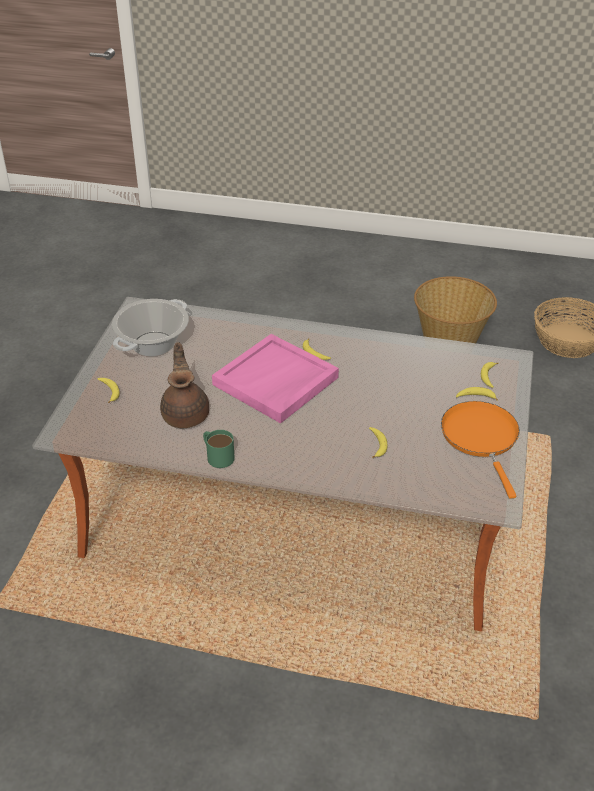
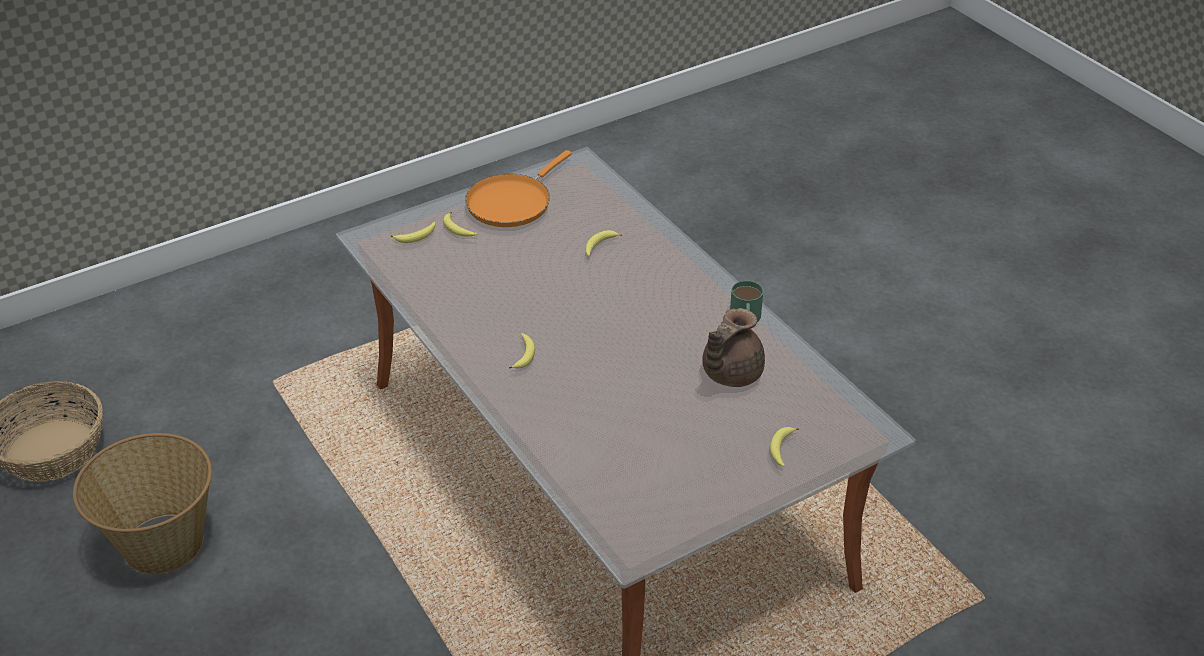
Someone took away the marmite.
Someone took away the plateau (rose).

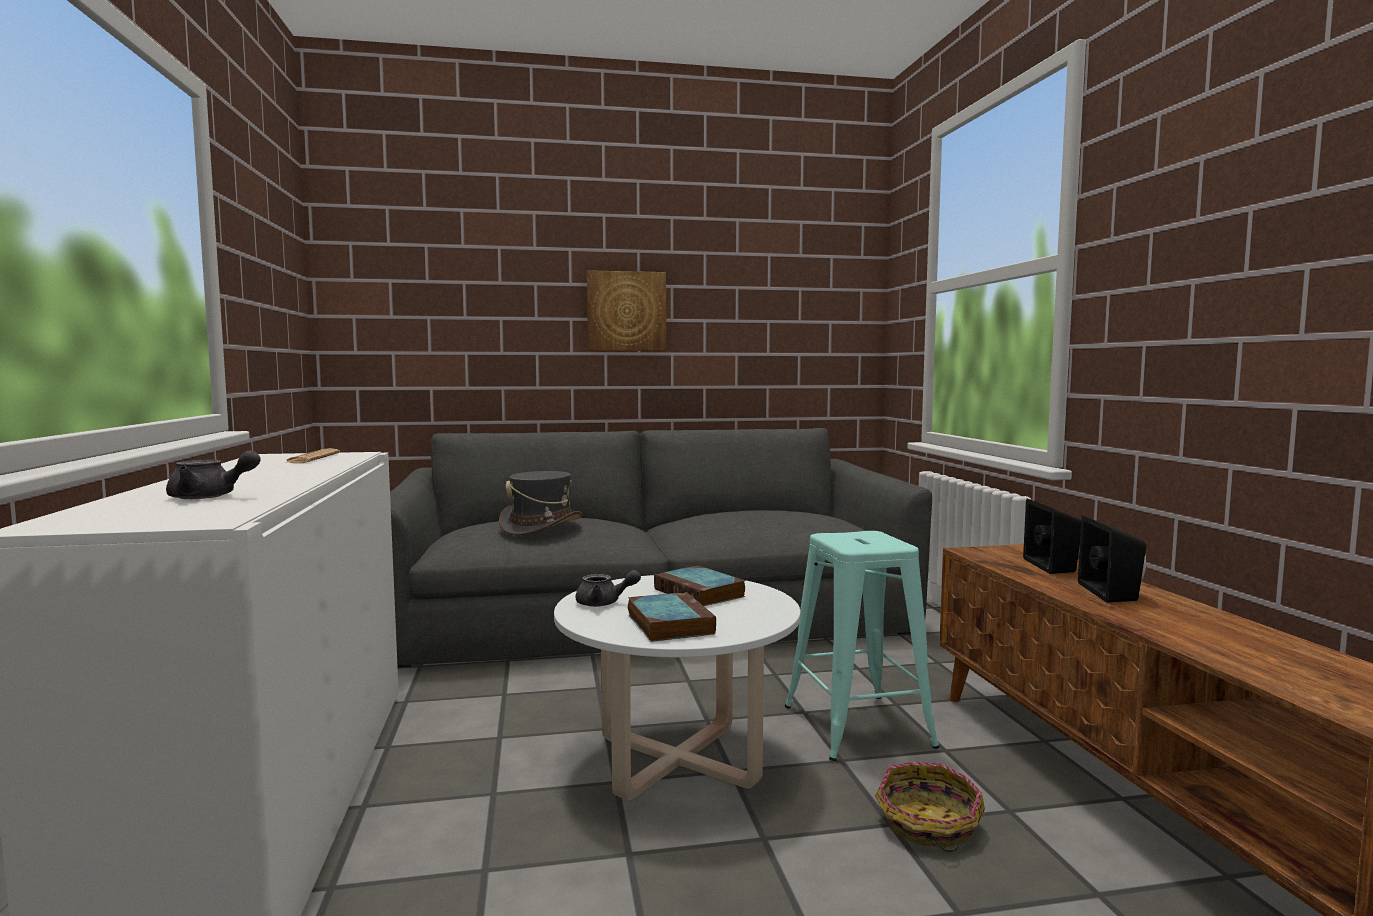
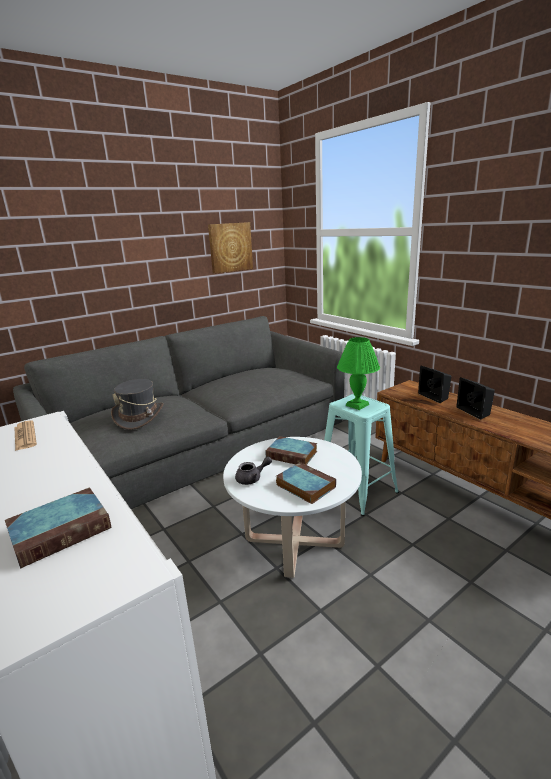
Someone took away the panier.
Someone put down the lampe de table (vert).
Someone carried the tableau.
Someone swapped the théière (gris) (no. 1 from left) for the livre (no. 1 from left).

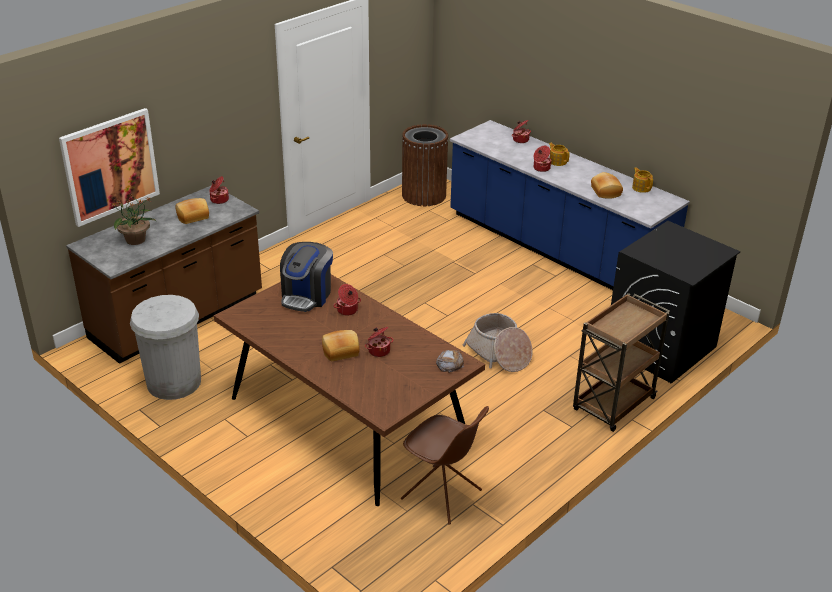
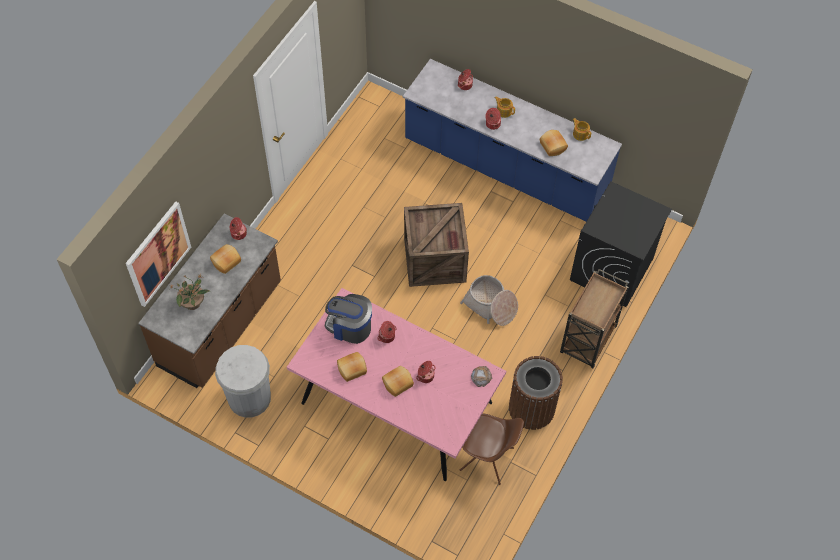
Someone put down the pain (no. 2 from left).
Someone put down the caisse.
Someone carried the poubelle (marron).
Someone repainted the table à manger (marron), which became the table à manger (rose).
Someone rotated the machine à café by 105 degrees clockwise.

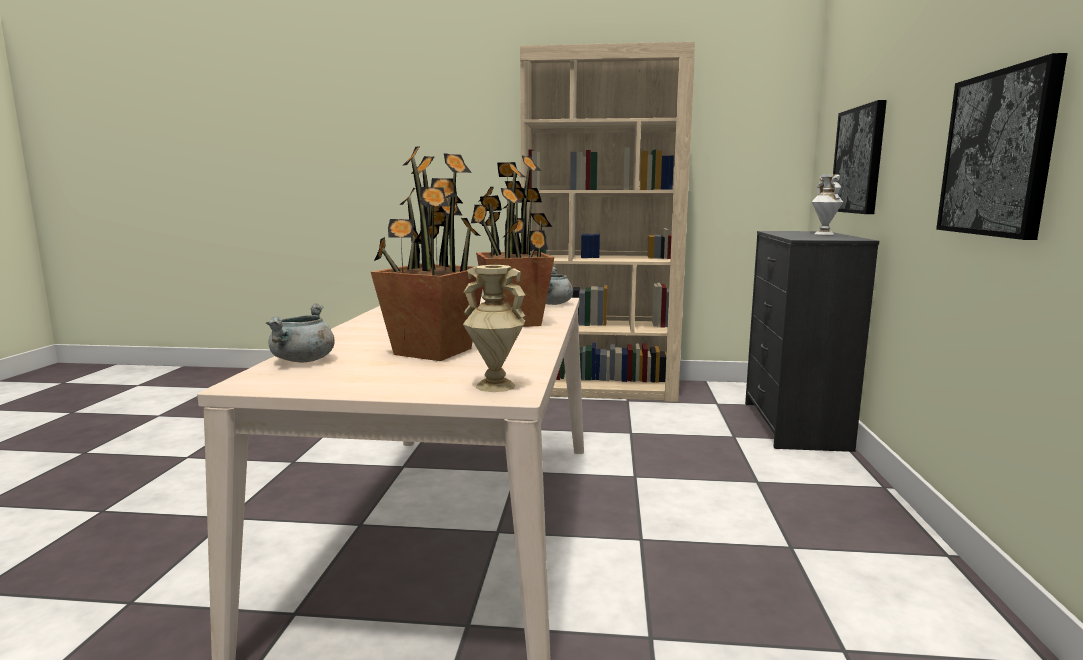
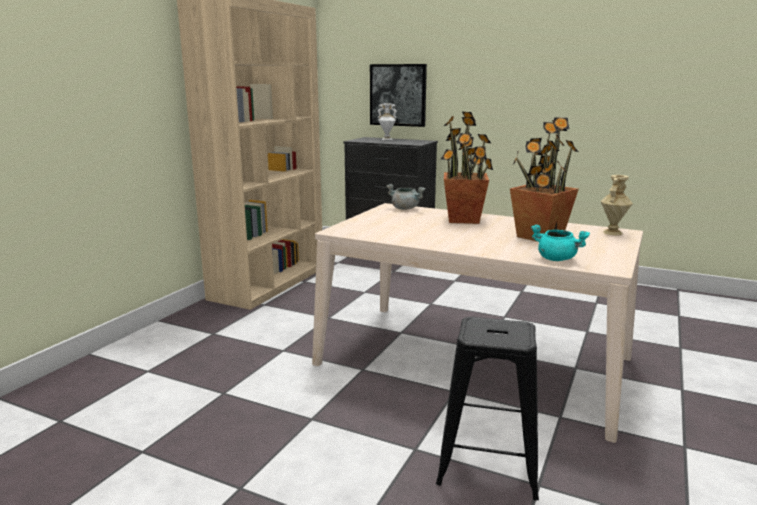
Someone took away the tableau (no. 2 from left).
Someone put down the tabouret (noir).
Someone repainted the marmite (gris) (no. 1 from left), which became the marmite (turquoise).

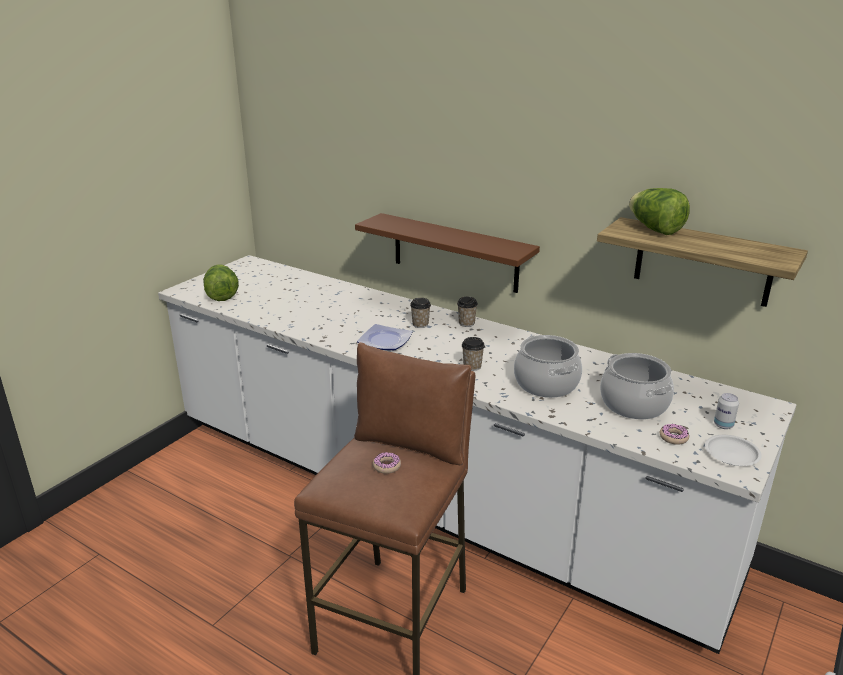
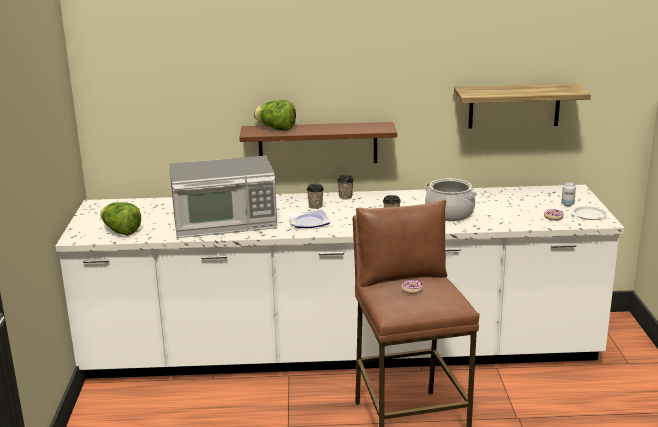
Someone took away the marmite (no. 2 from left).
Someone put down the micro-ondes.
Someone carried the laitue (no. 2 from left).

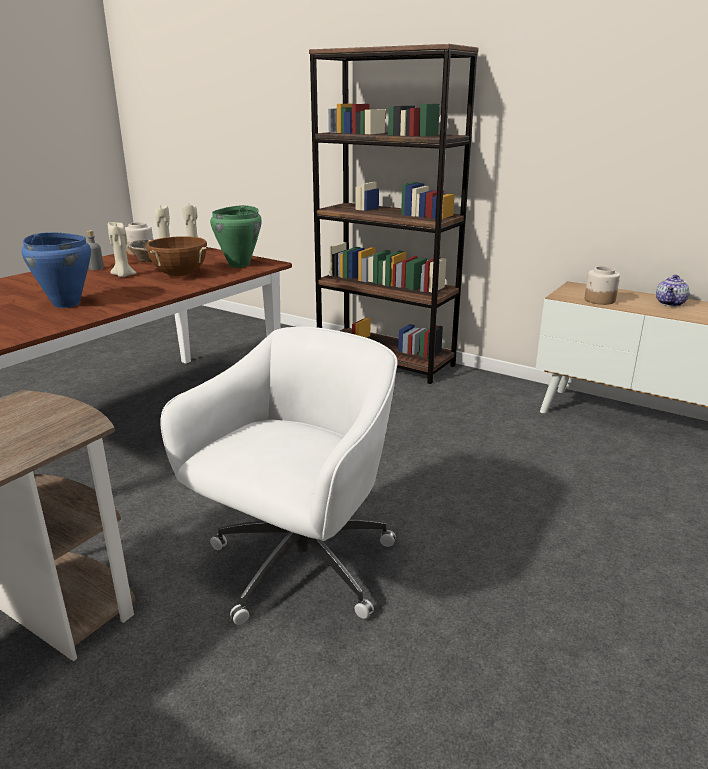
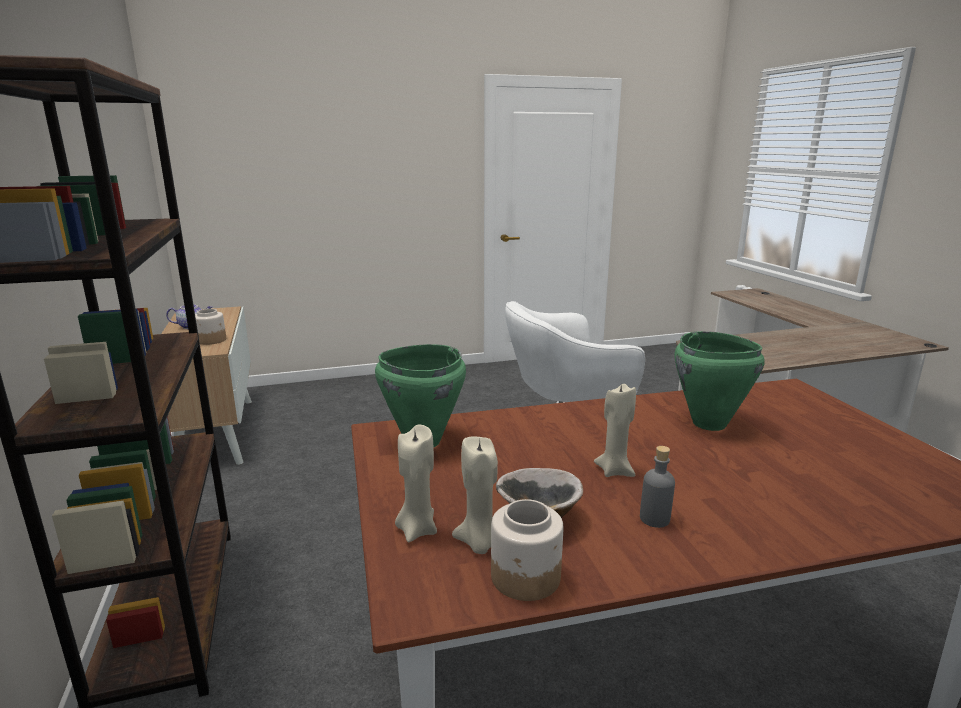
Someone took away the marmite (marron).
Someone repainted the marmite (bleu), which became the marmite (vert) (no. 2 from left).

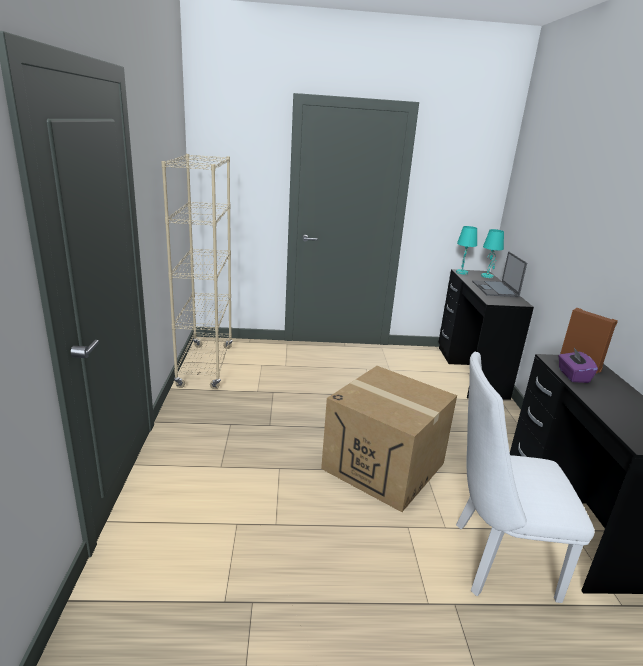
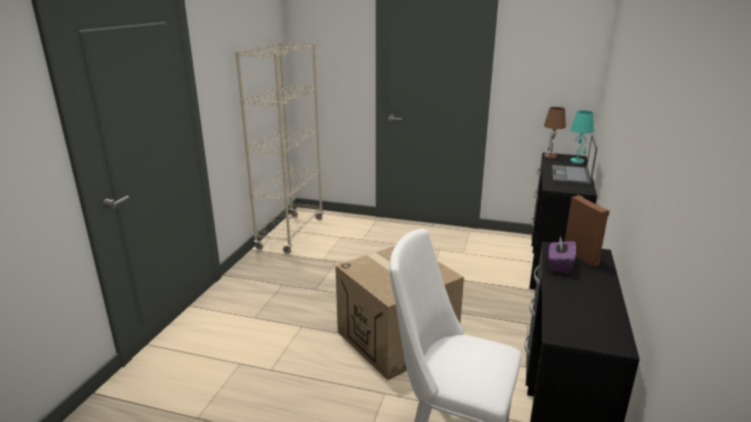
Someone repainted the lampe de table (turquoise) (no. 1 from left), which became the lampe de table (marron).

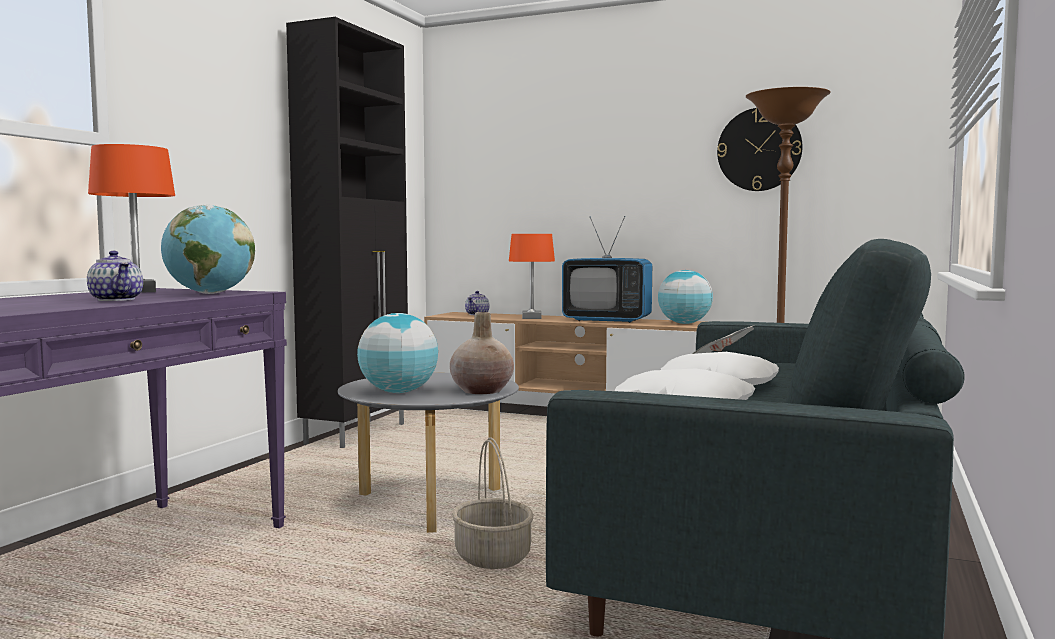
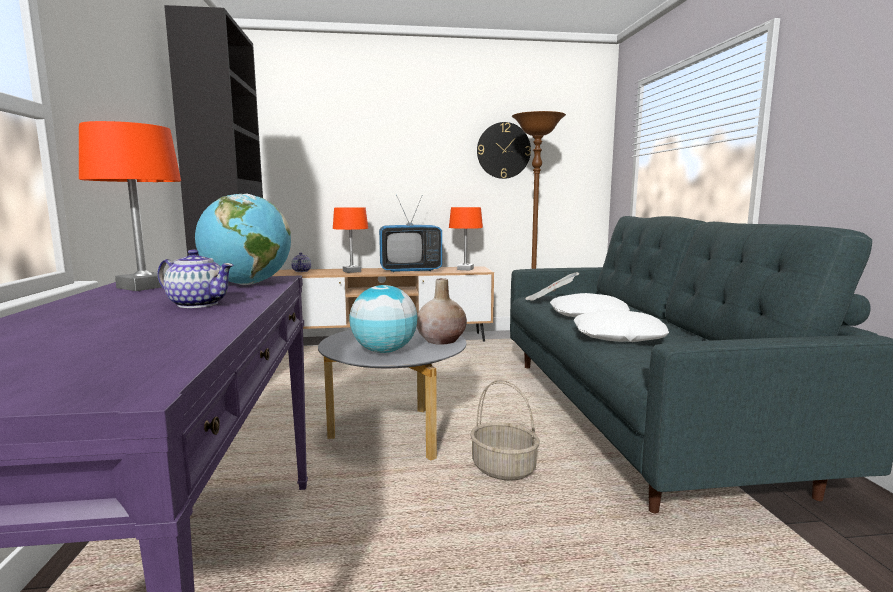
Someone swapped the globe (no. 3 from left) for the lampe de table (orange) (no. 3 from left).

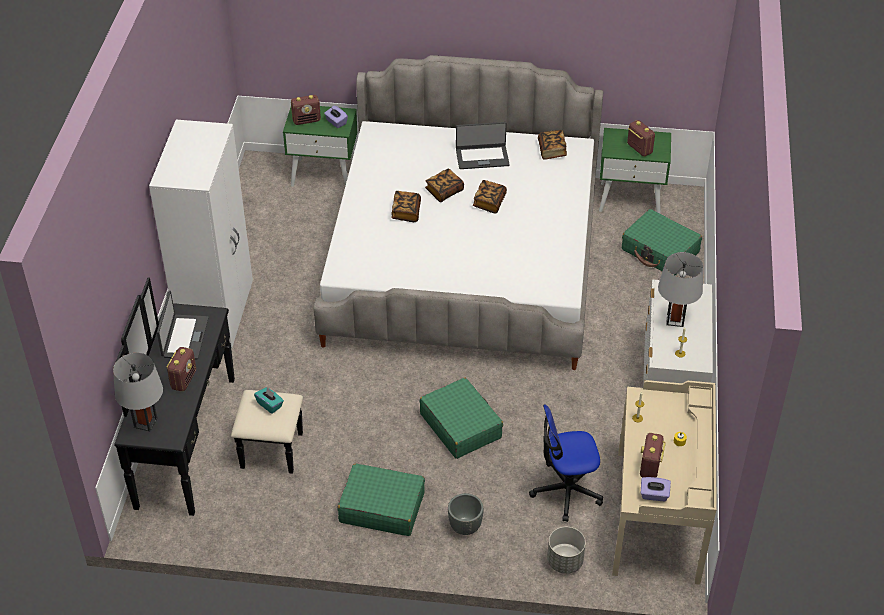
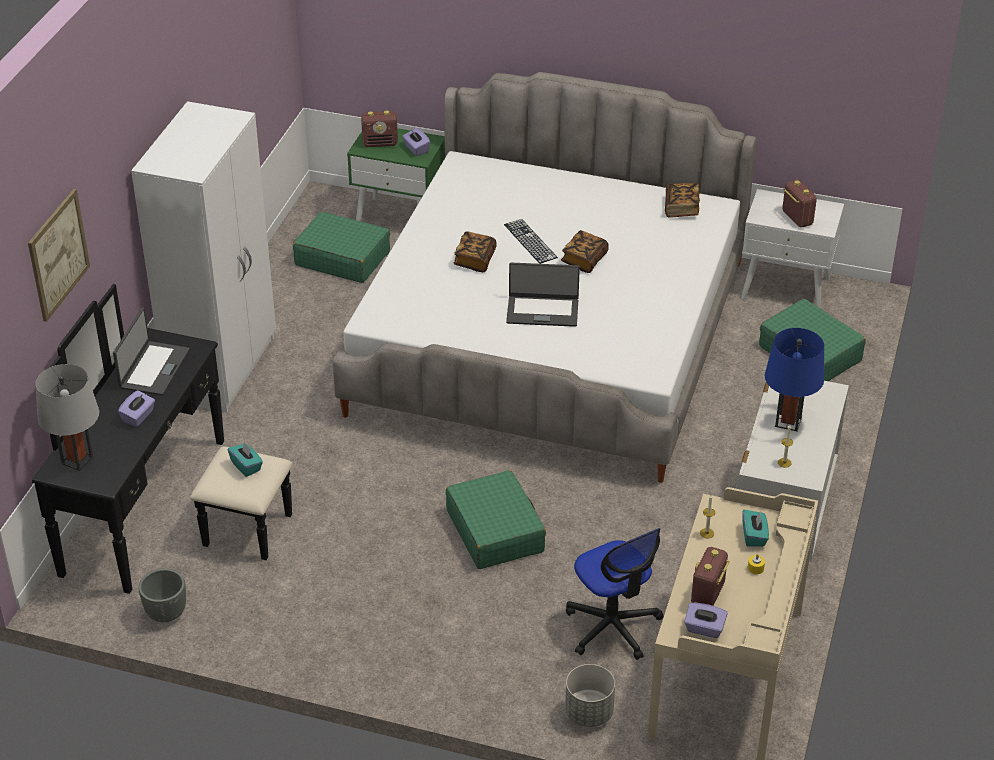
Someone put up the tableau.
Someone put down the boîte à mouchoirs (turquoise) (no. 2 from left).
Someone carried the valise (vert) (no. 1 from left).
Someone carried the cache-pot (gris) (no. 1 from left).
Someone carried the ordinateur portable (no. 2 from left).
Someone swapped the radio (no. 1 from left) for the boîte à mouchoirs (violet) (no. 1 from left).
Someone swapped the livre (no. 2 from left) for the clavier.
Someone repainted the table de chevet (vert) (no. 2 from left), which became the table de chevet (blanc).
Someone repainted the lampe de table (gris) (no. 2 from left), which became the lampe de table (bleu).
Someone rotated the chaise de bureau by 120 degrees counterclockwise.

